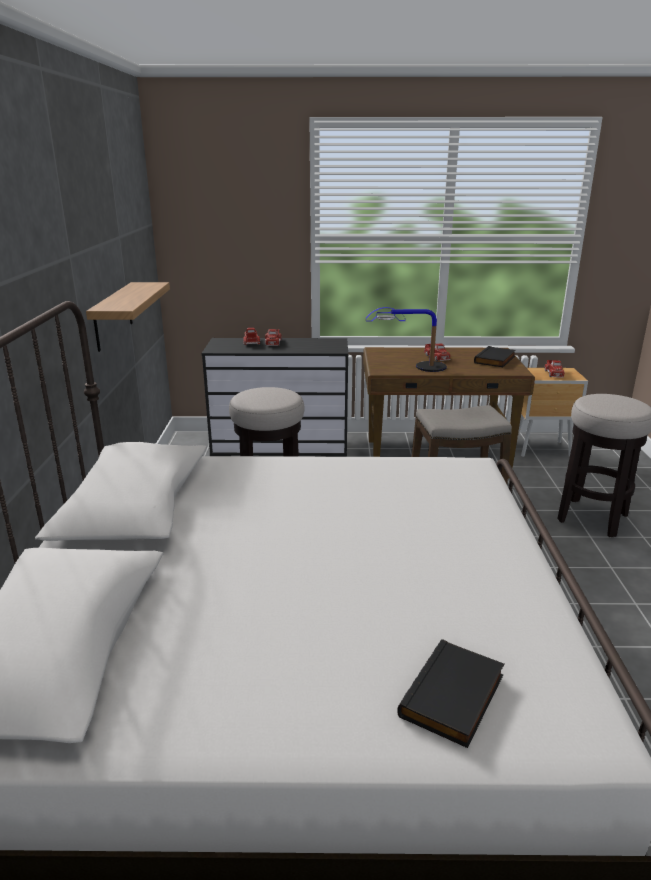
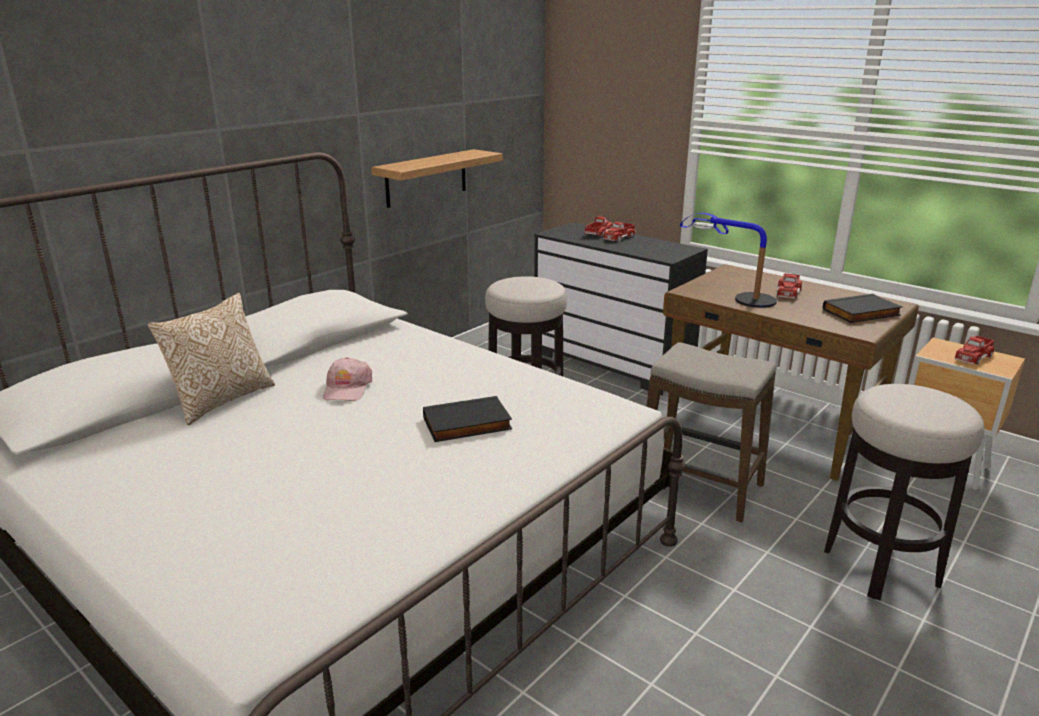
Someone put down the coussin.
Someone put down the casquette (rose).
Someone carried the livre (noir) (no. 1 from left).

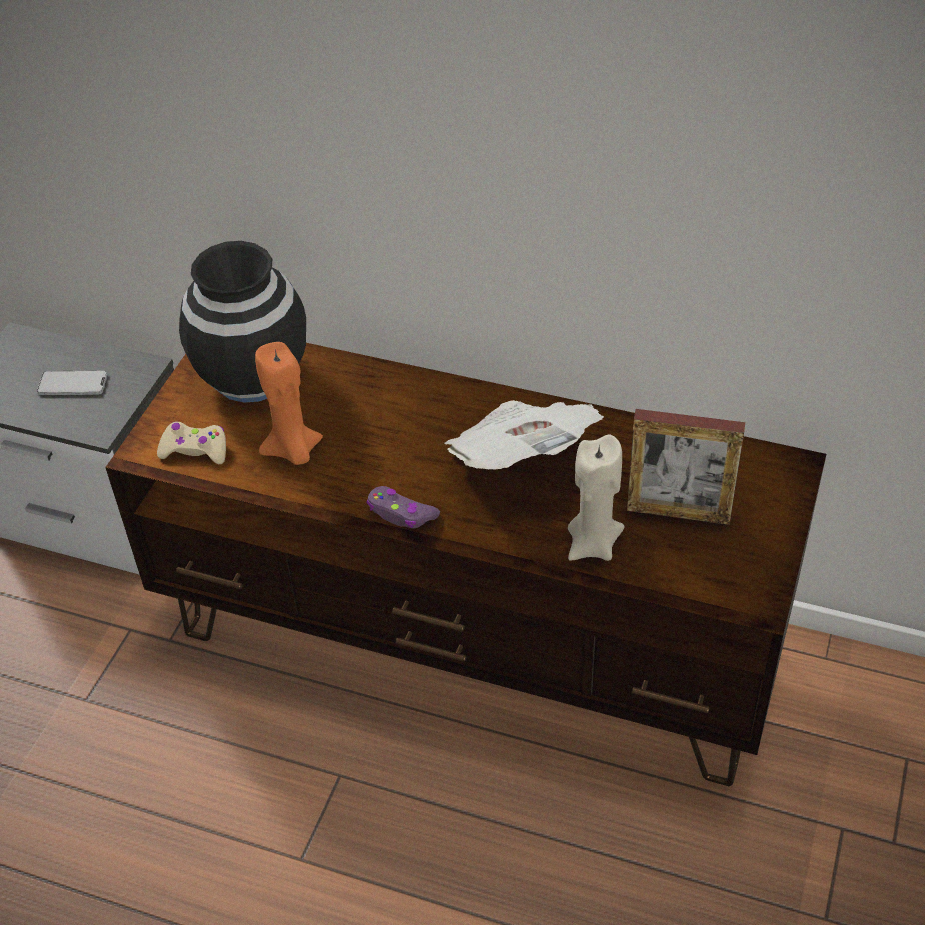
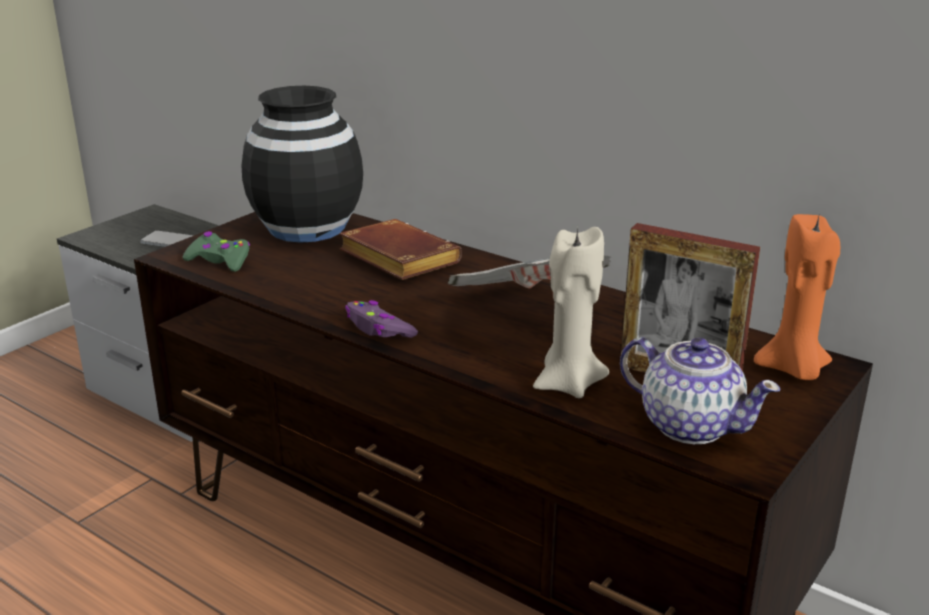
Someone put down the livre (marron).
Someone put down the théière.
Someone carried the bougie (orange).
Someone repainted the manette (beige), which became the manette (vert).

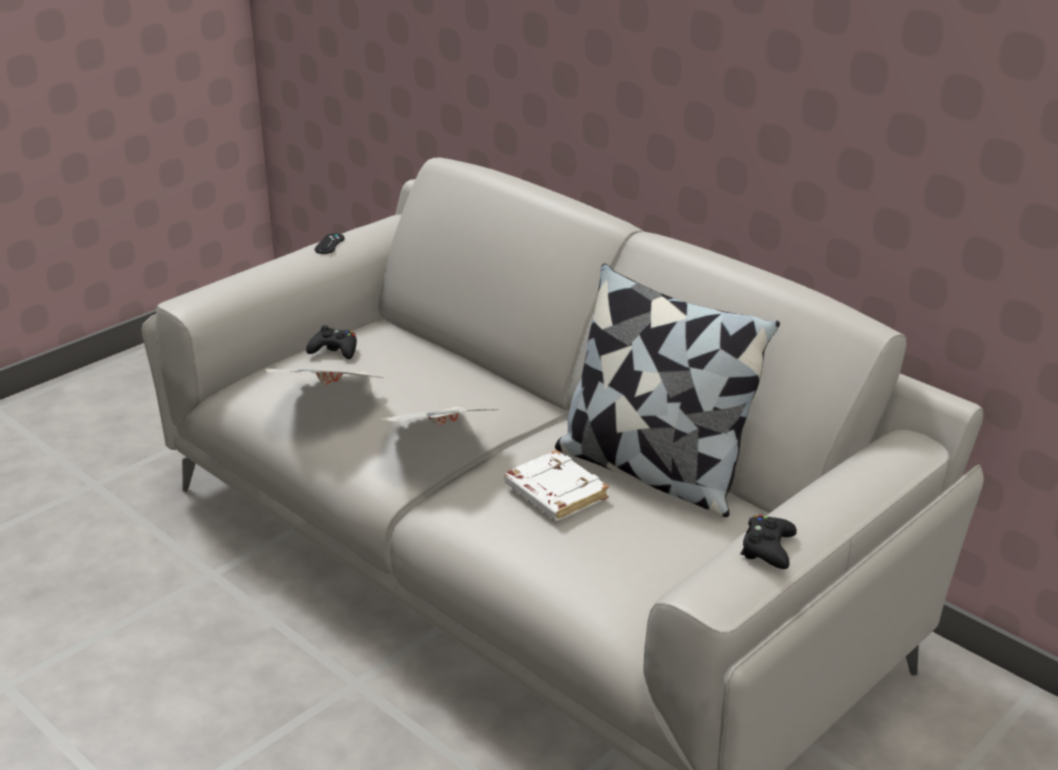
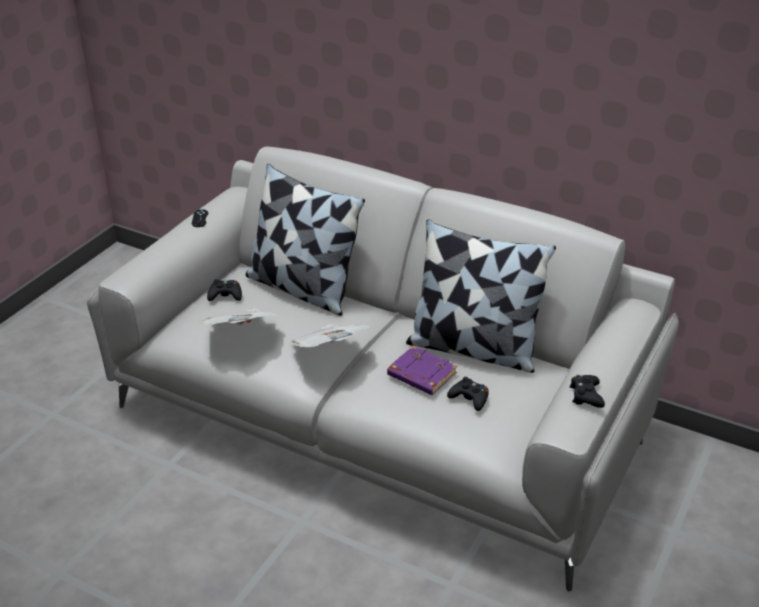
Someone put down the coussin (no. 1 from left).
Someone put down the manette (noir) (no. 3 from left).
Someone repainted the livre (blanc), which became the livre (violet).

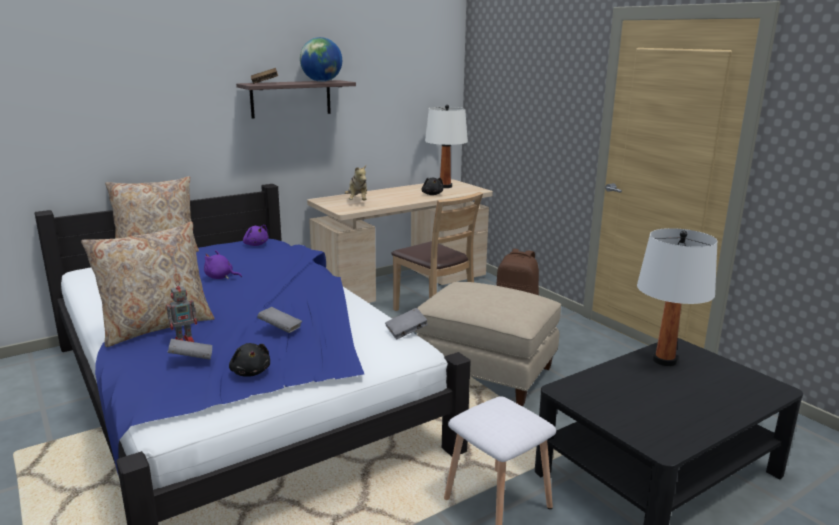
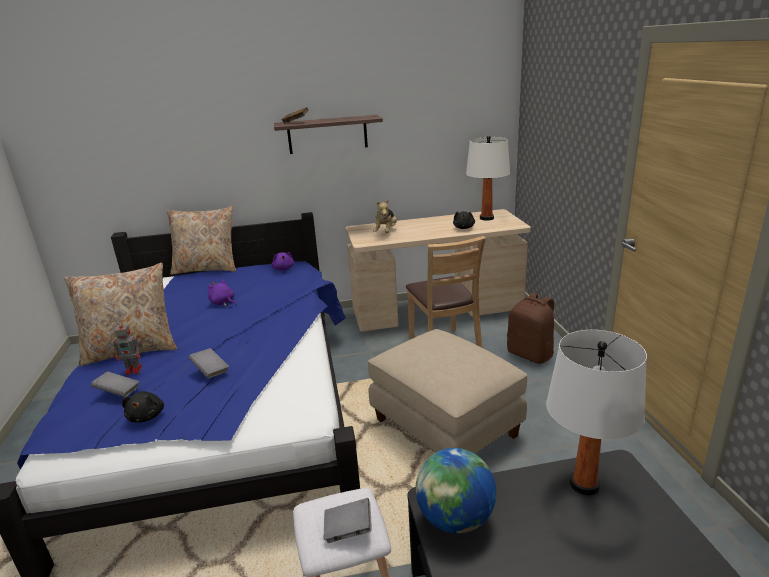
Someone carried the globe.
Someone carried the livre (gris) (no. 3 from left).

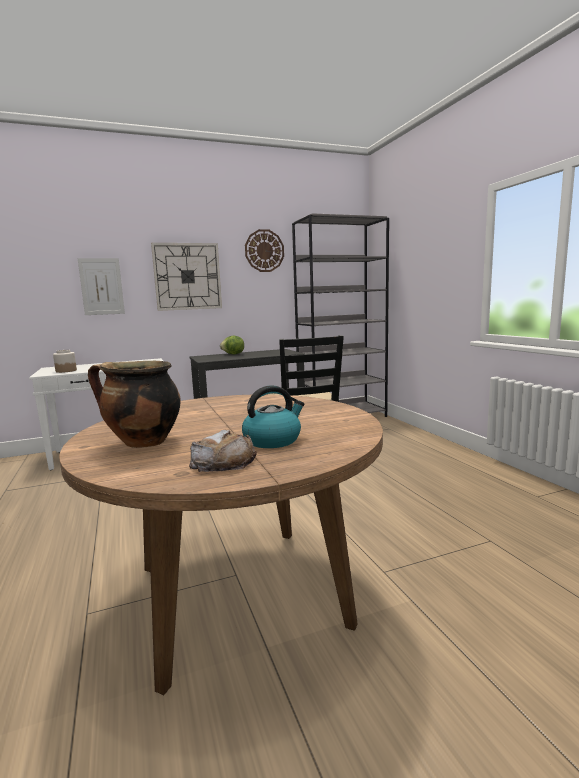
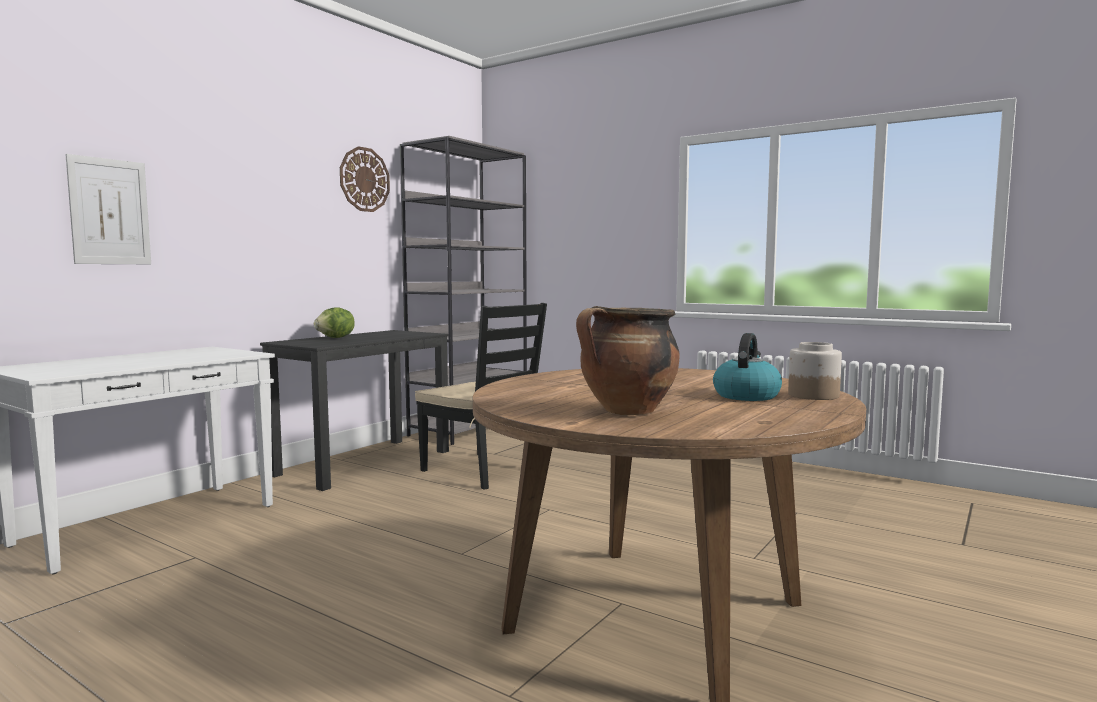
Someone took away the horloge murale (no. 1 from left).
Someone took away the pain.
Someone carried the bocal.

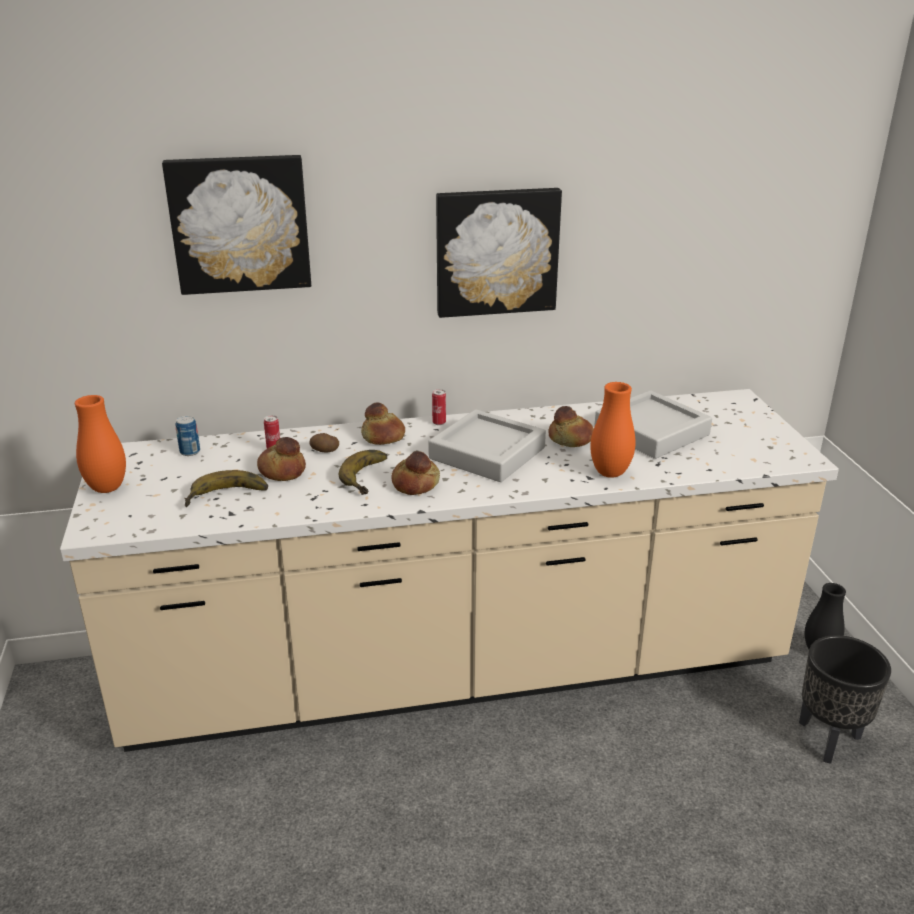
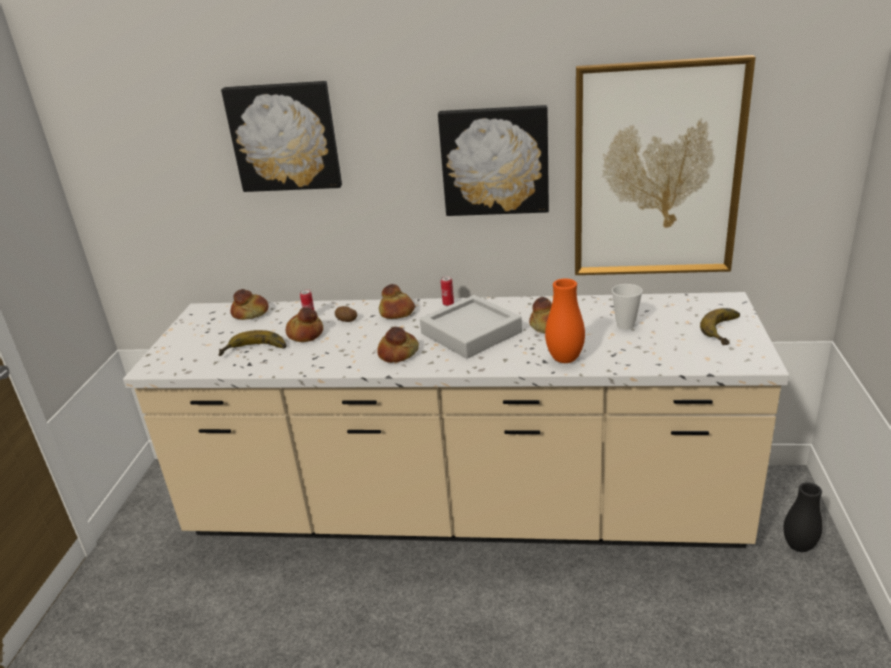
Someone took away the vase (orange) (no. 1 from left).
Someone took away the cache-pot (noir).
Someone put up the tableau (no. 3 from left).
Someone carried the banane (no. 2 from left).
Someone swapped the boîte métallique (no. 1 from left) for the pain (no. 1 from left).
Someone swapped the plateau (gris) (no. 2 from left) for the tasse.

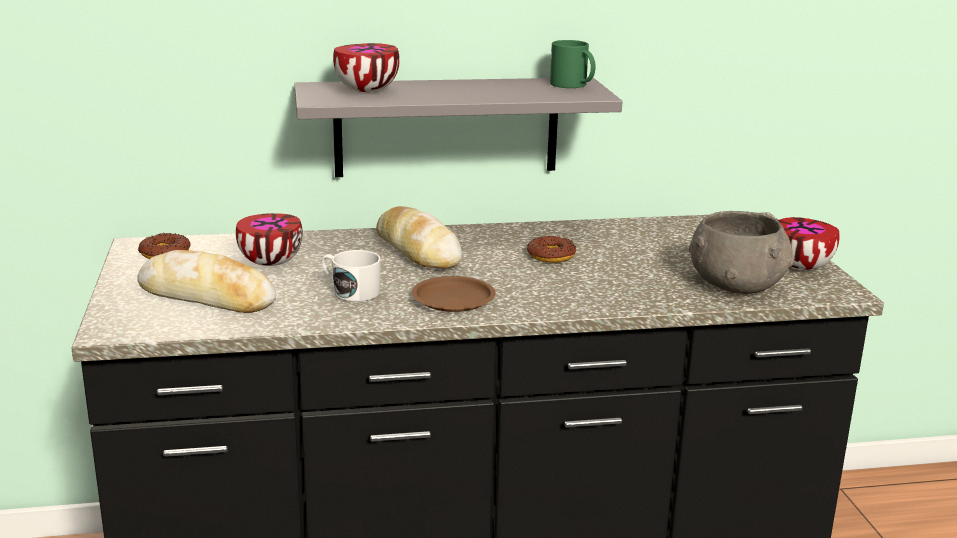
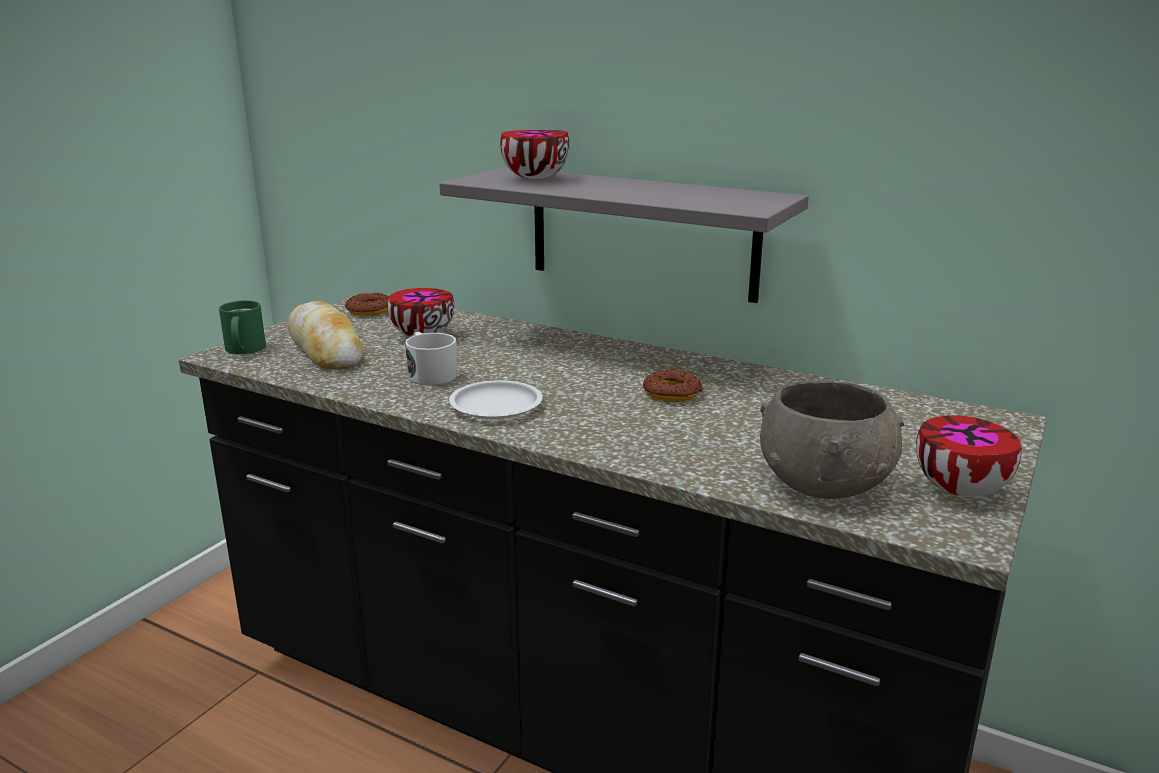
Someone took away the pain (no. 2 from left).
Someone carried the mug (vert).
Someone repainted the assiette (marron), which became the assiette (blanc).

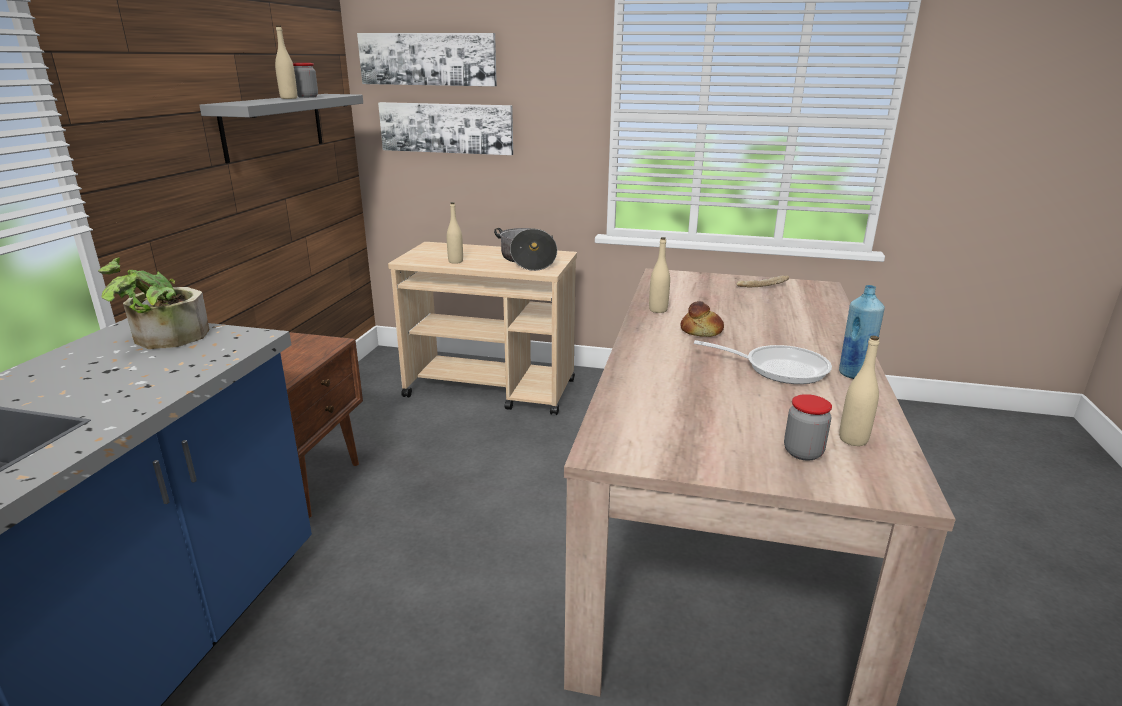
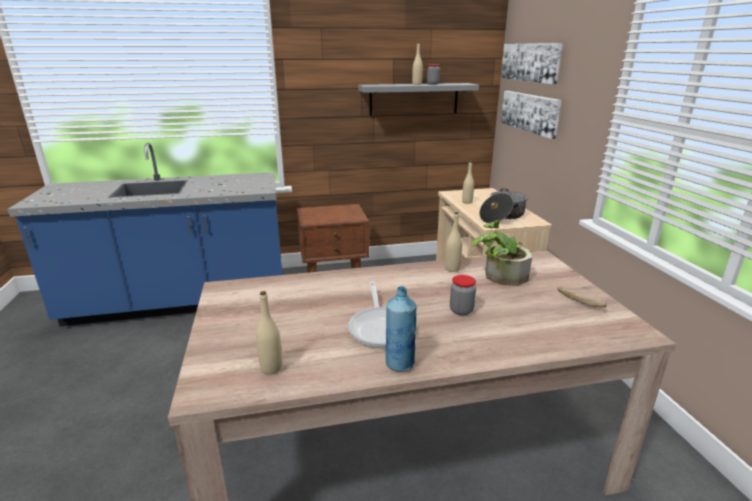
Someone took away the pain (no. 1 from left).
Someone carried the plante en pot.
Someone carried the bocal (no. 2 from left).

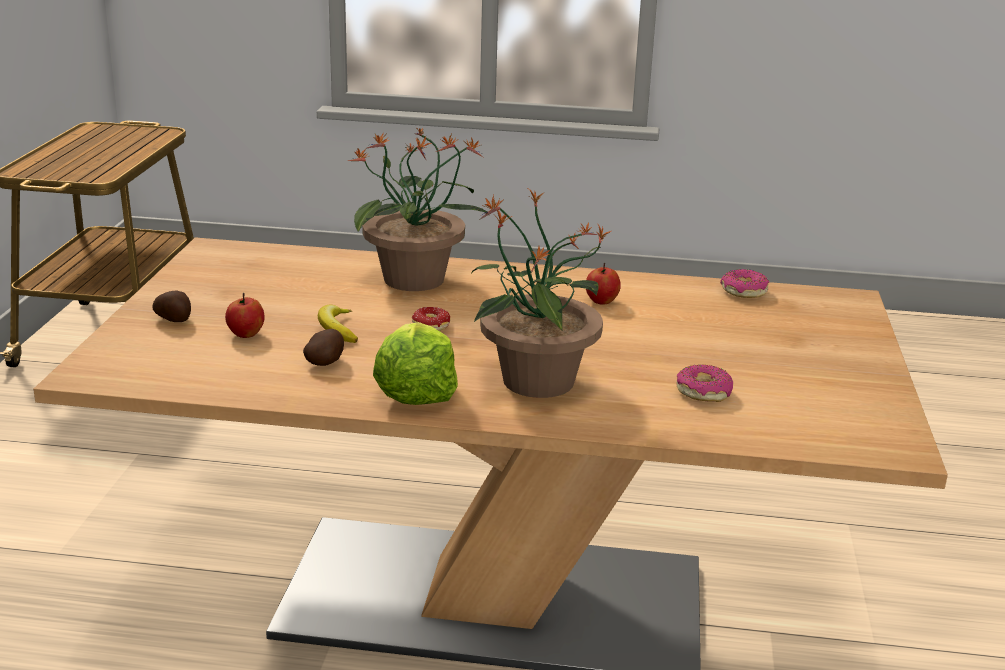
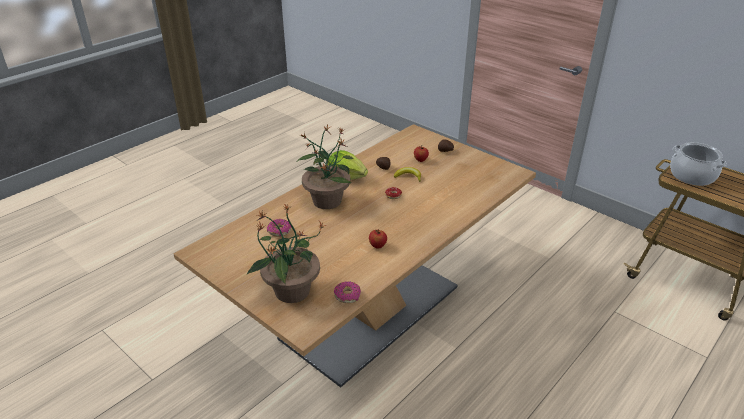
Someone put down the marmite.
Someone carried the plante en pot (no. 1 from left).

